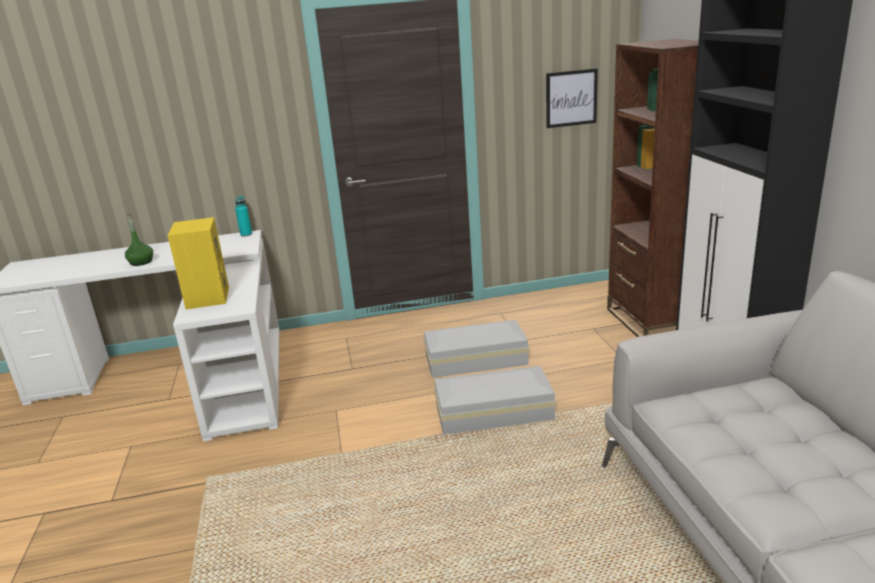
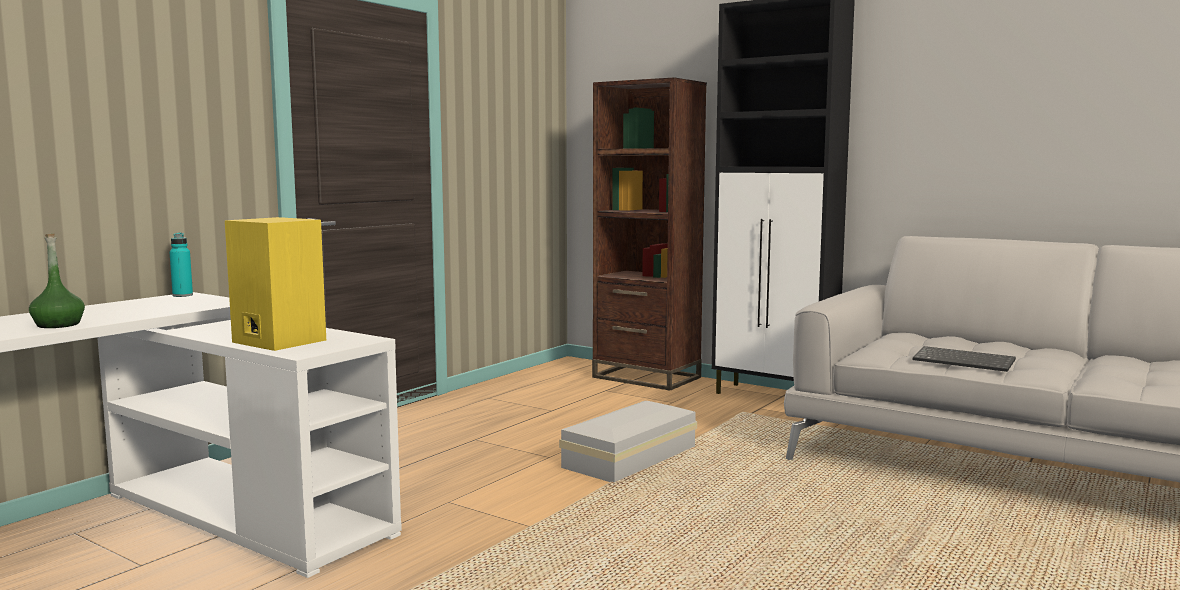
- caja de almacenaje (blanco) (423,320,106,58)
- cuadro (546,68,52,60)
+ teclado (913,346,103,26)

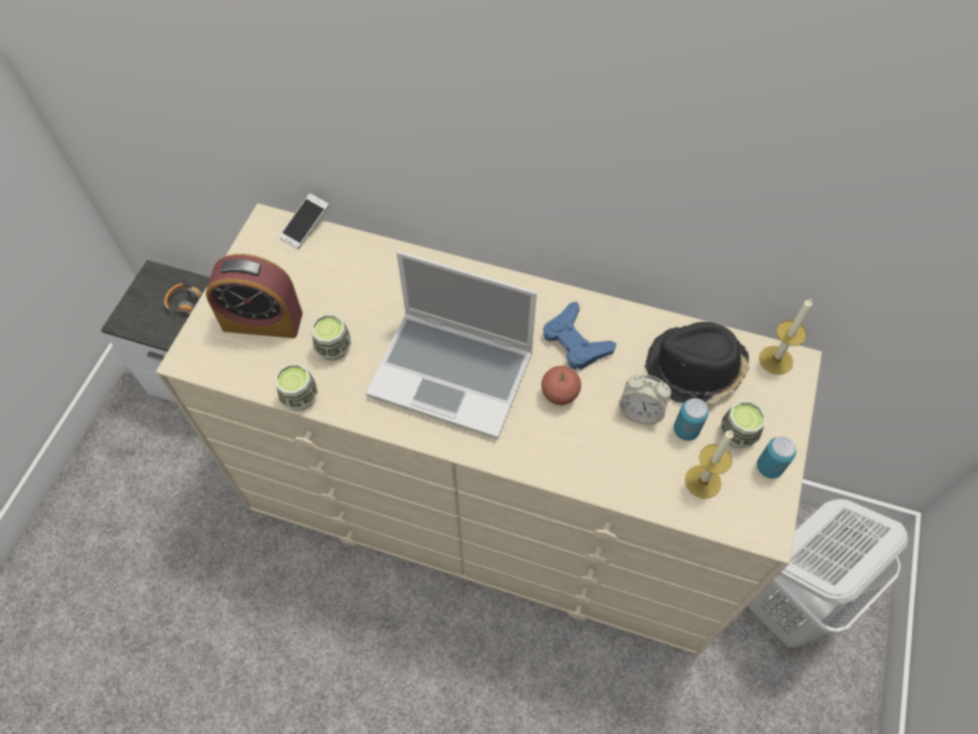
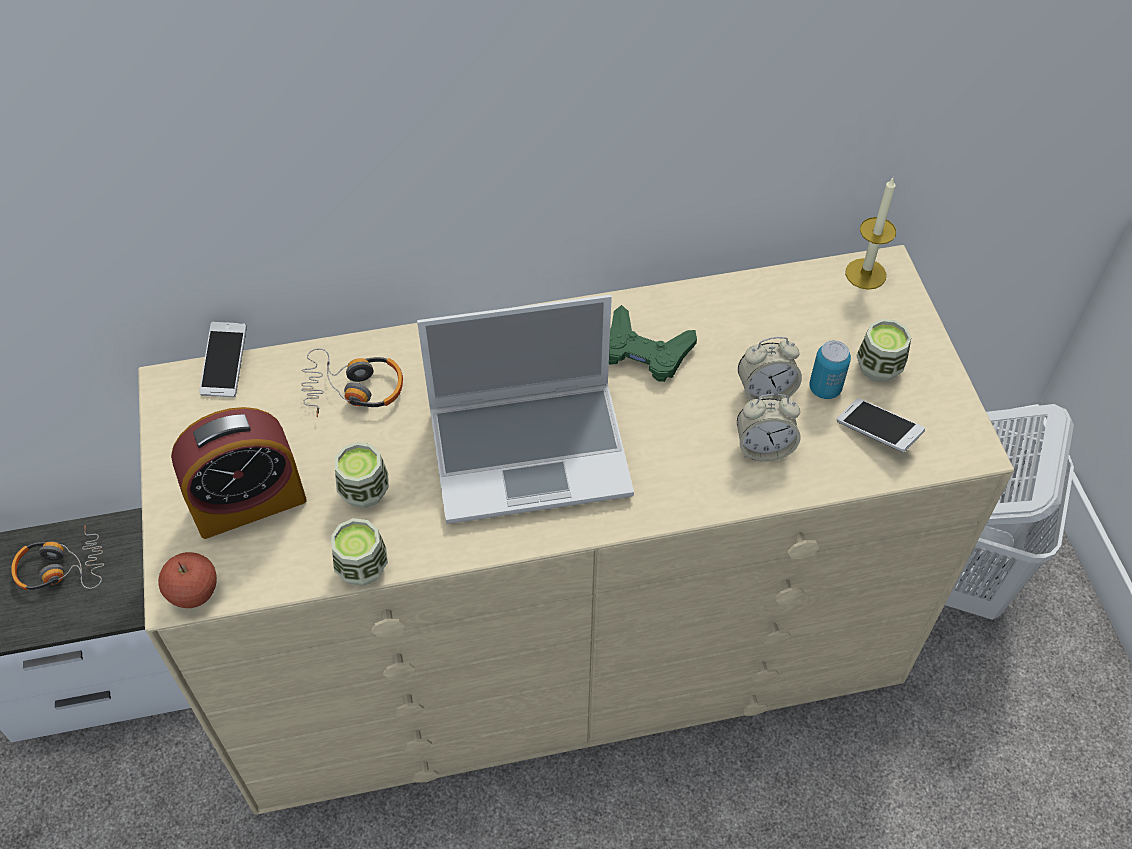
~ manzana (541,366,40,39) to (158,552,59,56)
~ mando de consola (azul) (543,302,74,68) to mando de consola (verde) (609,305,88,77)
- sombrero (negro) (645,322,104,82)
~ vela (685,430,49,69) to móvil (837,398,88,54)
- lata (757,436,39,42)
+ auriculares (301,348,102,69)
+ despertador (737,394,63,68)

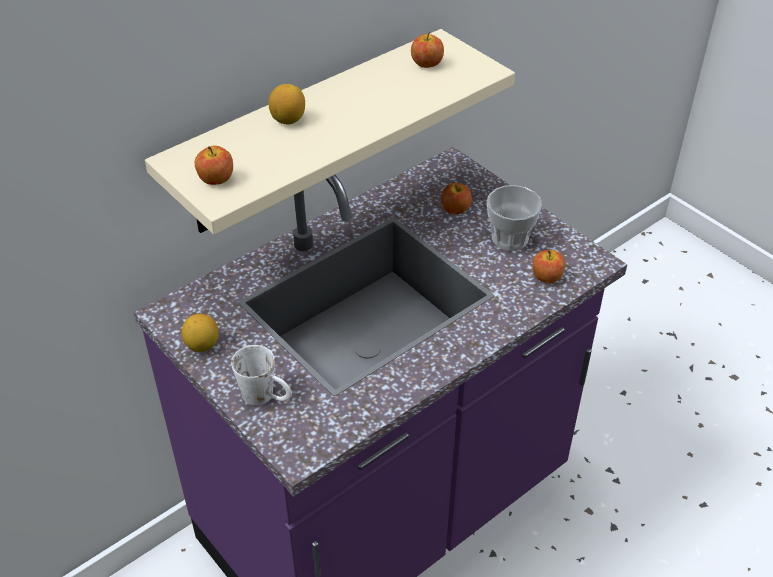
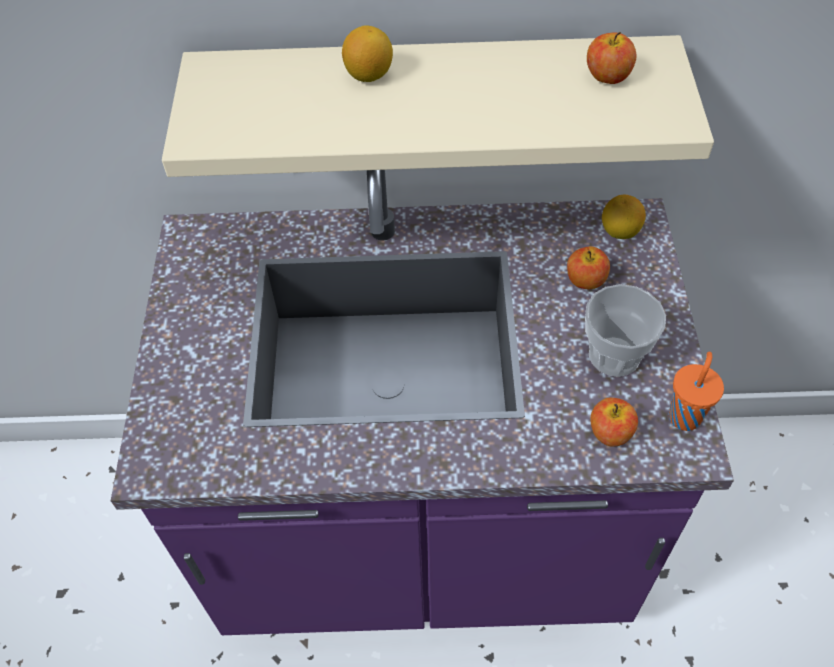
~ limón (182,314,37,38) to (602,195,44,44)
- manzana (195,146,38,39)
- taza grande (blanco) (231,345,61,61)
+ taza (naranja) (669,352,55,79)

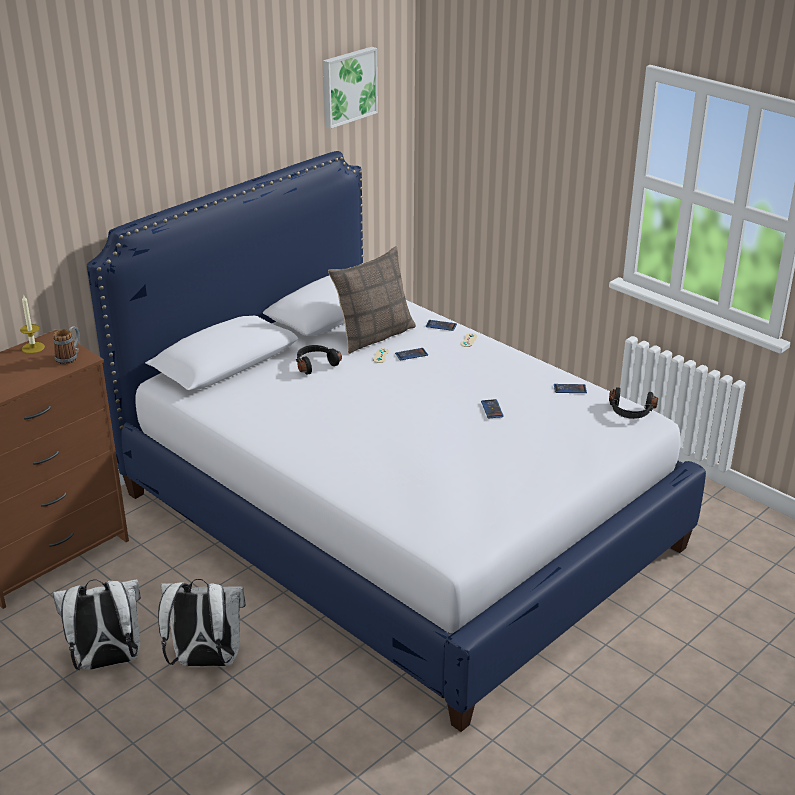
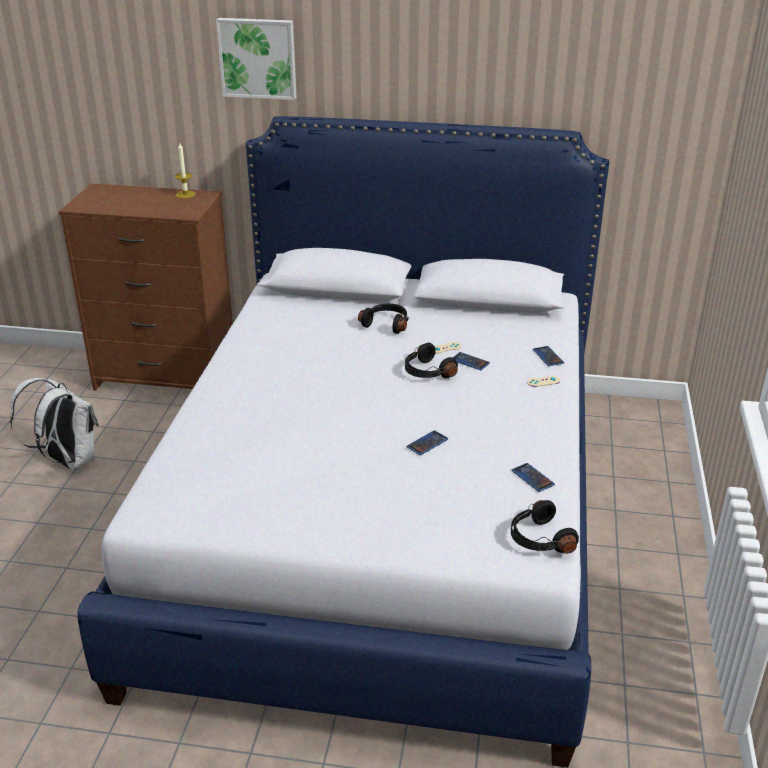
- taza grande (53,326,27,38)
- mochila (blanco) (158,579,88,87)
~ cuadro (323,47,55,82) to (216,18,80,82)
- cojín (328,246,88,108)
+ auriculares (negro) (405,343,53,35)

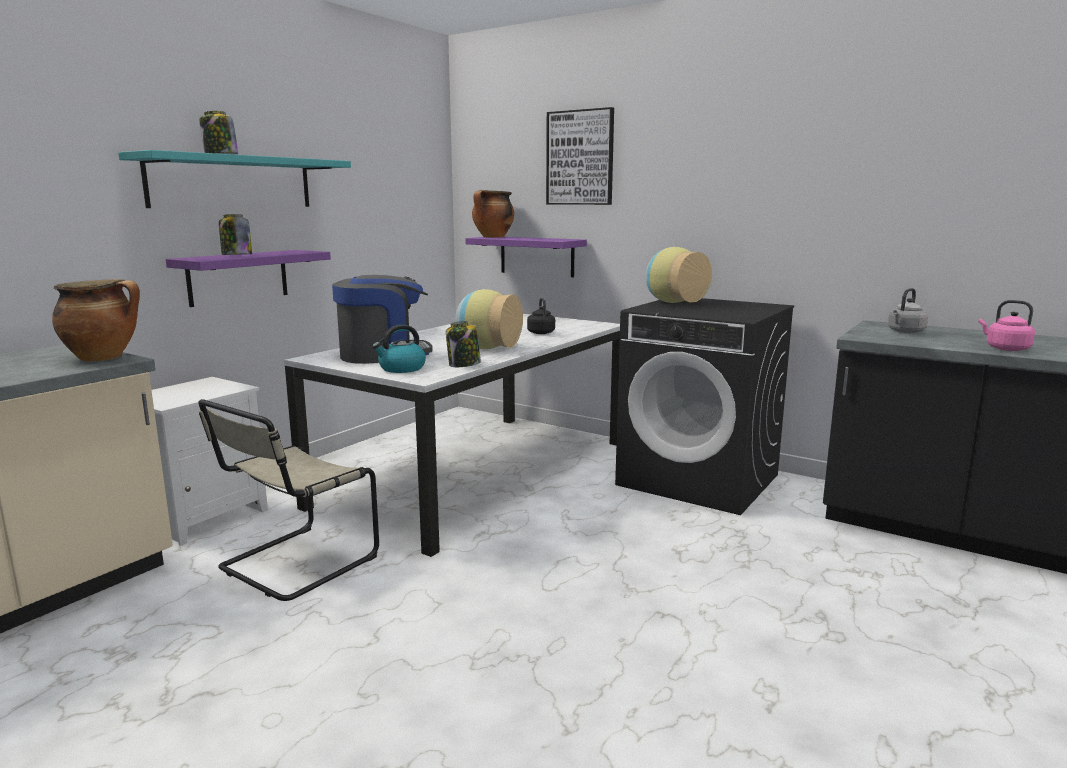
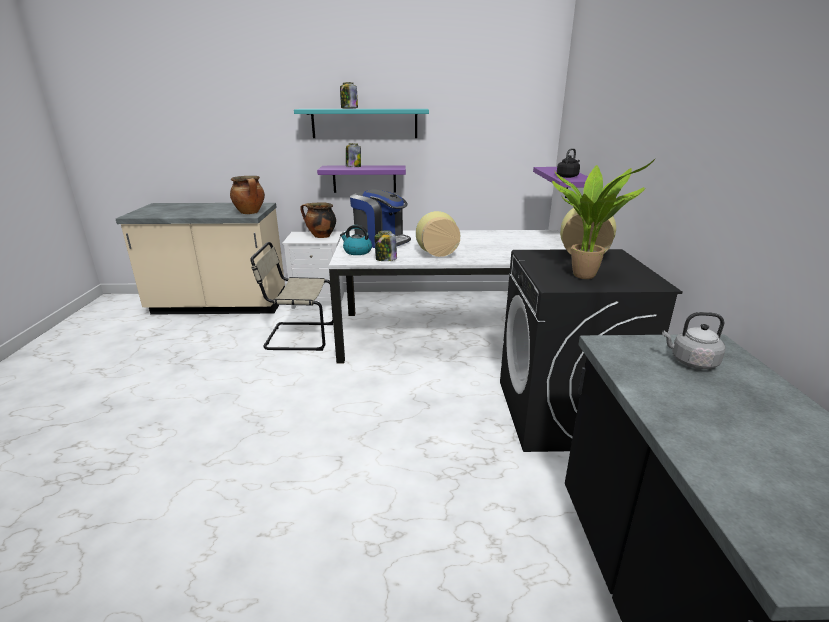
~ olla (472,190,42,48) to (300,202,36,36)
~ hervidor (negro) (527,298,28,36) to (557,148,23,30)
- cuadro (546,107,68,98)
- hervidor (rosa) (979,300,56,51)
+ planta en maceta (552,158,104,121)

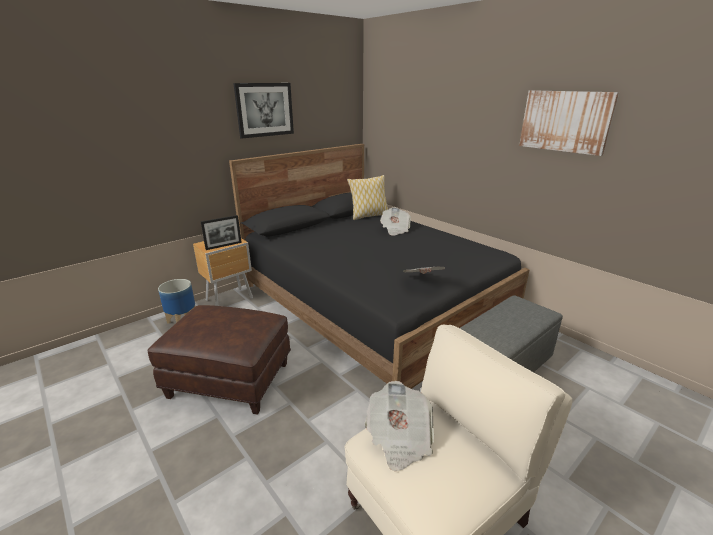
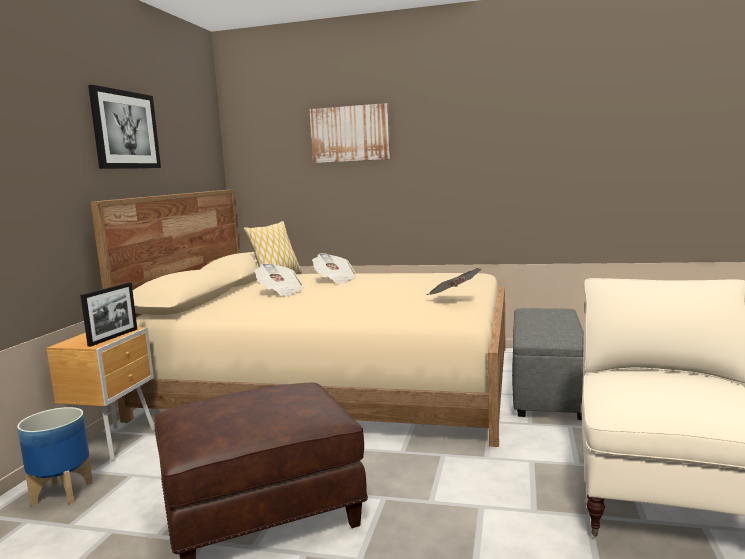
~ cama (negro) (229,144,301,245) to cama (beis) (91,189,414,258)
~ periódico (365,381,69,91) to (254,263,50,34)
~ cuadro (519,90,100,66) to (310,103,81,60)

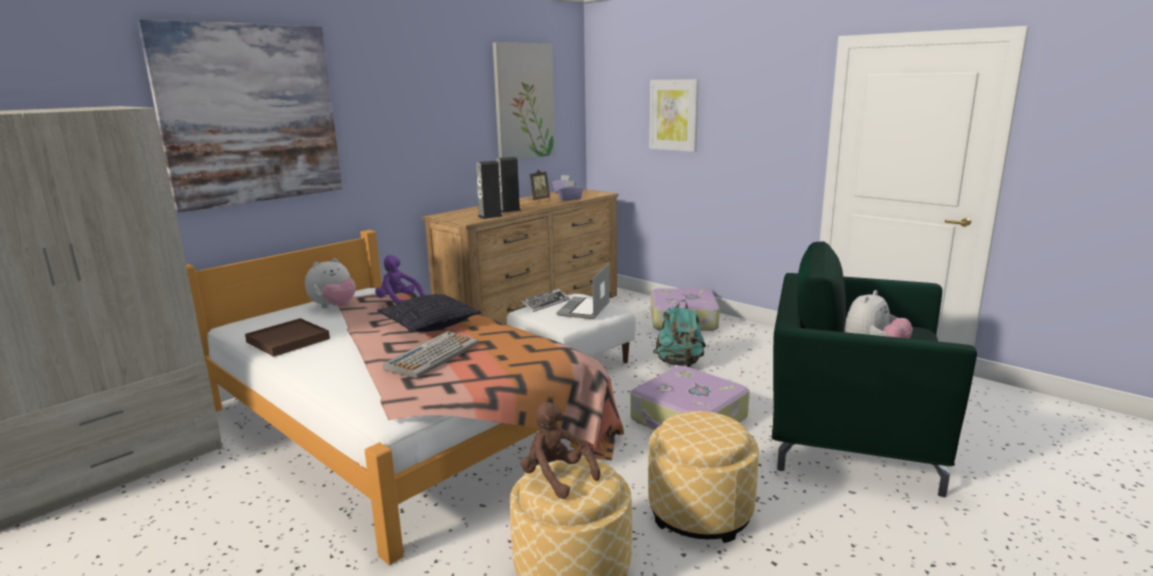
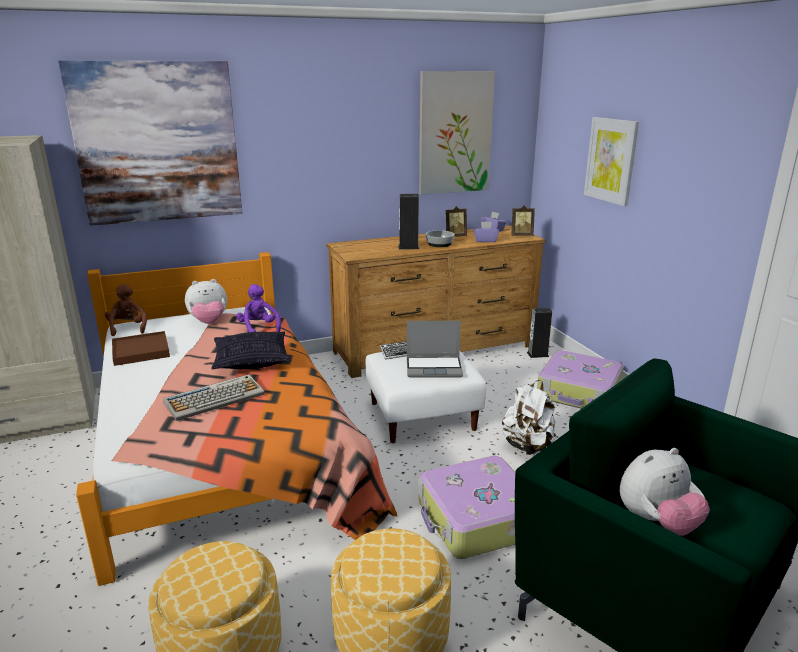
~ altavoz (476,161,27,58) to (527,308,25,50)
~ peluche (marrón) (521,402,79,97) to (105,284,42,52)
~ portátil (556,264,54,55) = (407,321,56,57) 135 degrees counterclockwise
~ mochila (turquesa) (653,300,53,67) to mochila (blanco) (502,380,54,75)
+ cuenco (425,230,30,17)
+ portarretratos (512,205,23,31)

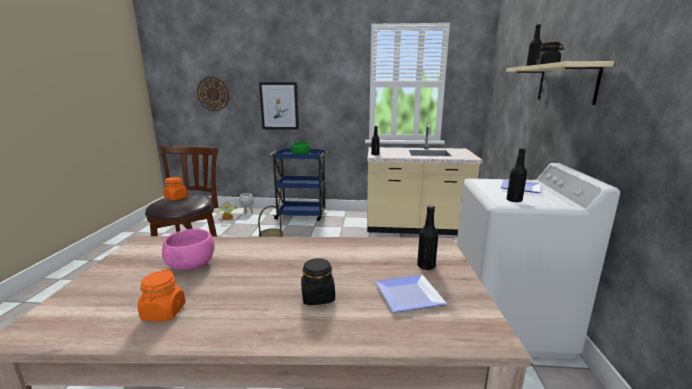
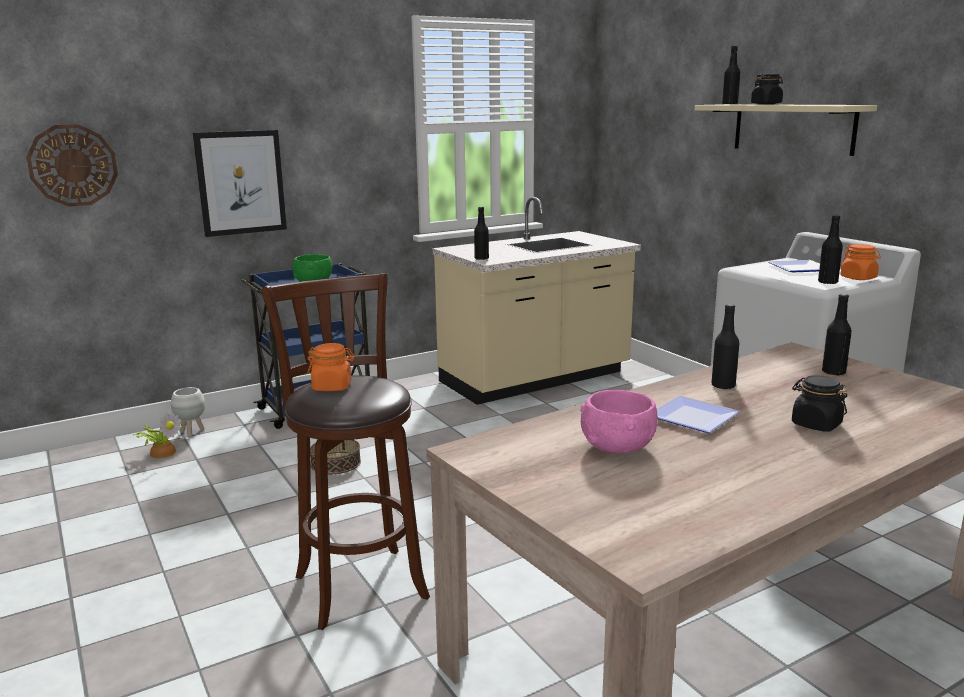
~ tarro (naranja) (138,270,47,51) to (840,244,41,36)
~ plato (375,274,72,39) to (657,396,84,37)
+ botella (negro) (711,304,28,85)

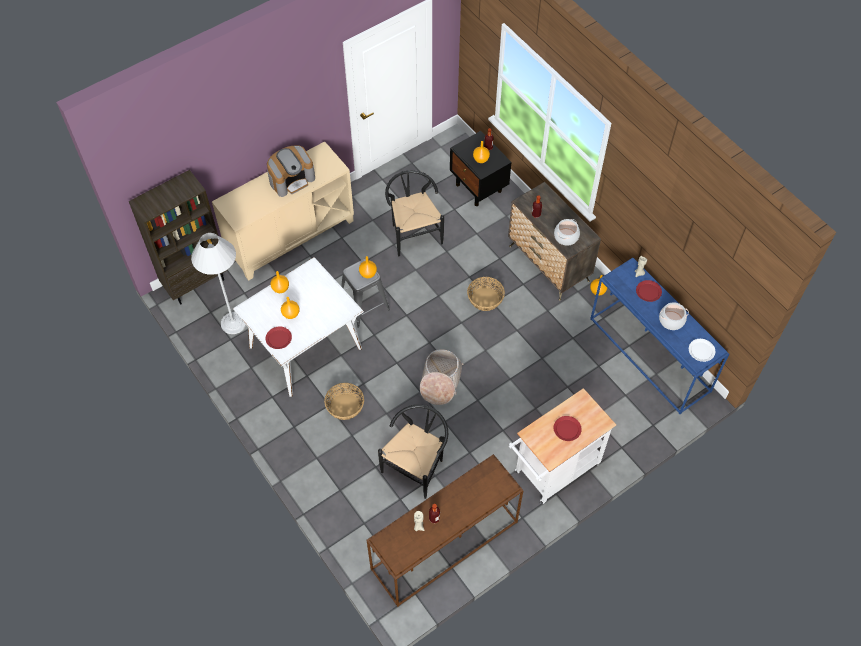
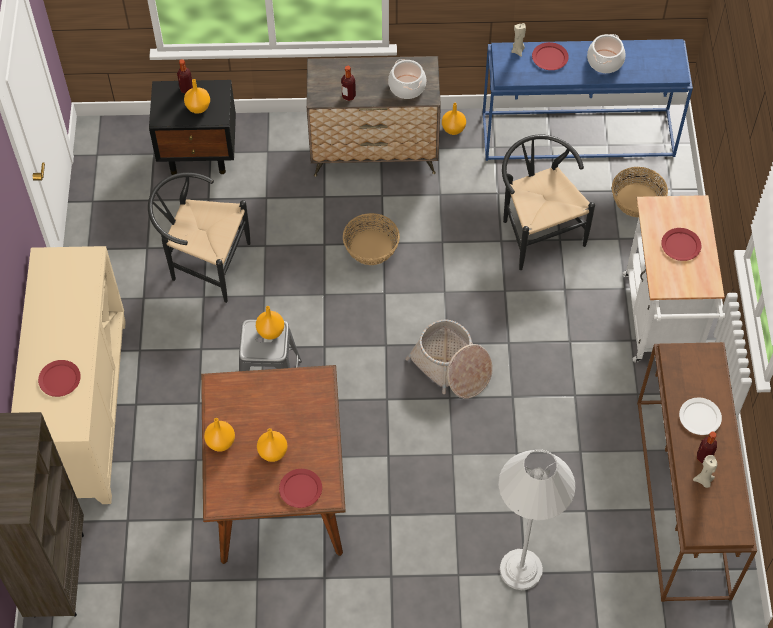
~ lámpara de pie (blanco) (191,233,55,101) to (498,449,78,141)
~ mesa de comedor (blanco) (233,257,131,140) to mesa de comedor (marrón) (201,365,145,199)
- cafetera (267,145,48,52)
~ cesta (324,383,40,37) to (612,167,56,50)
~ silla (negro) (378,404,70,95) to (502,135,93,135)
~ plato (blanco) (689,339,26,23) to (679,398,43,37)
+ plato (rojo) (38,360,43,37)

